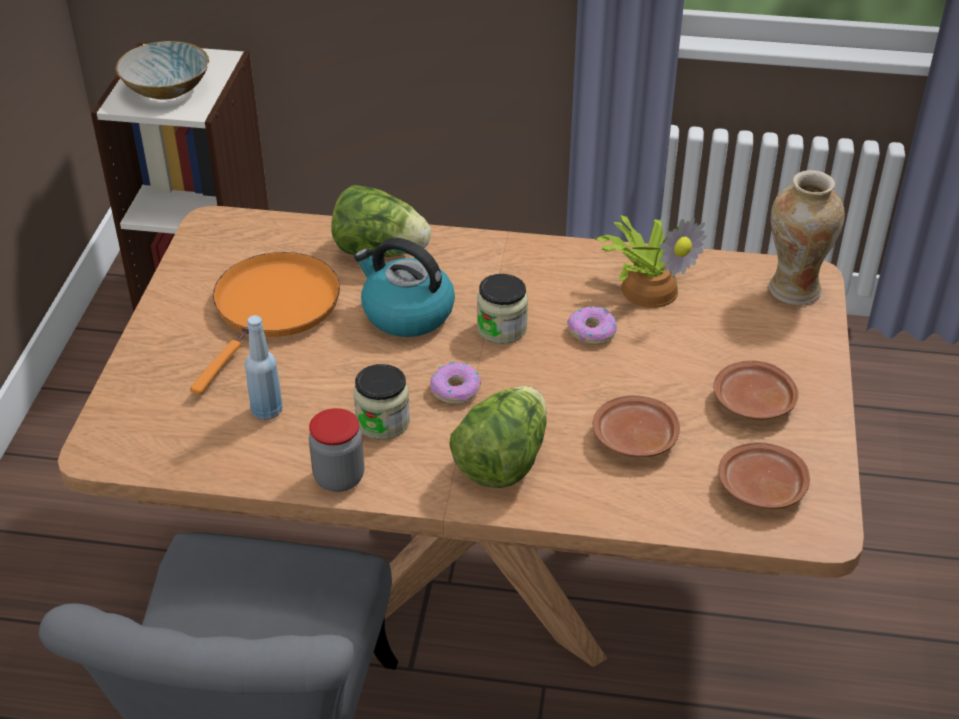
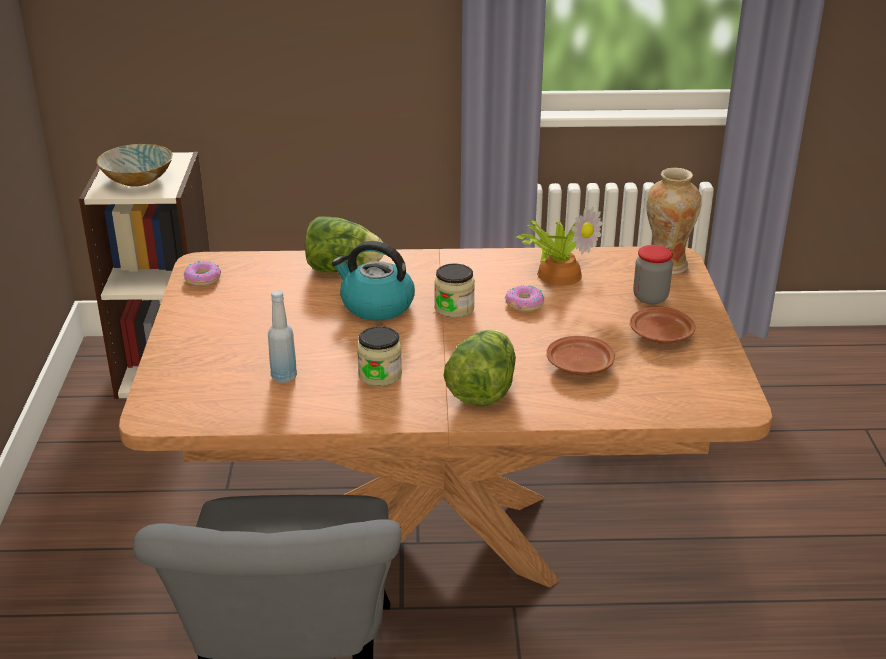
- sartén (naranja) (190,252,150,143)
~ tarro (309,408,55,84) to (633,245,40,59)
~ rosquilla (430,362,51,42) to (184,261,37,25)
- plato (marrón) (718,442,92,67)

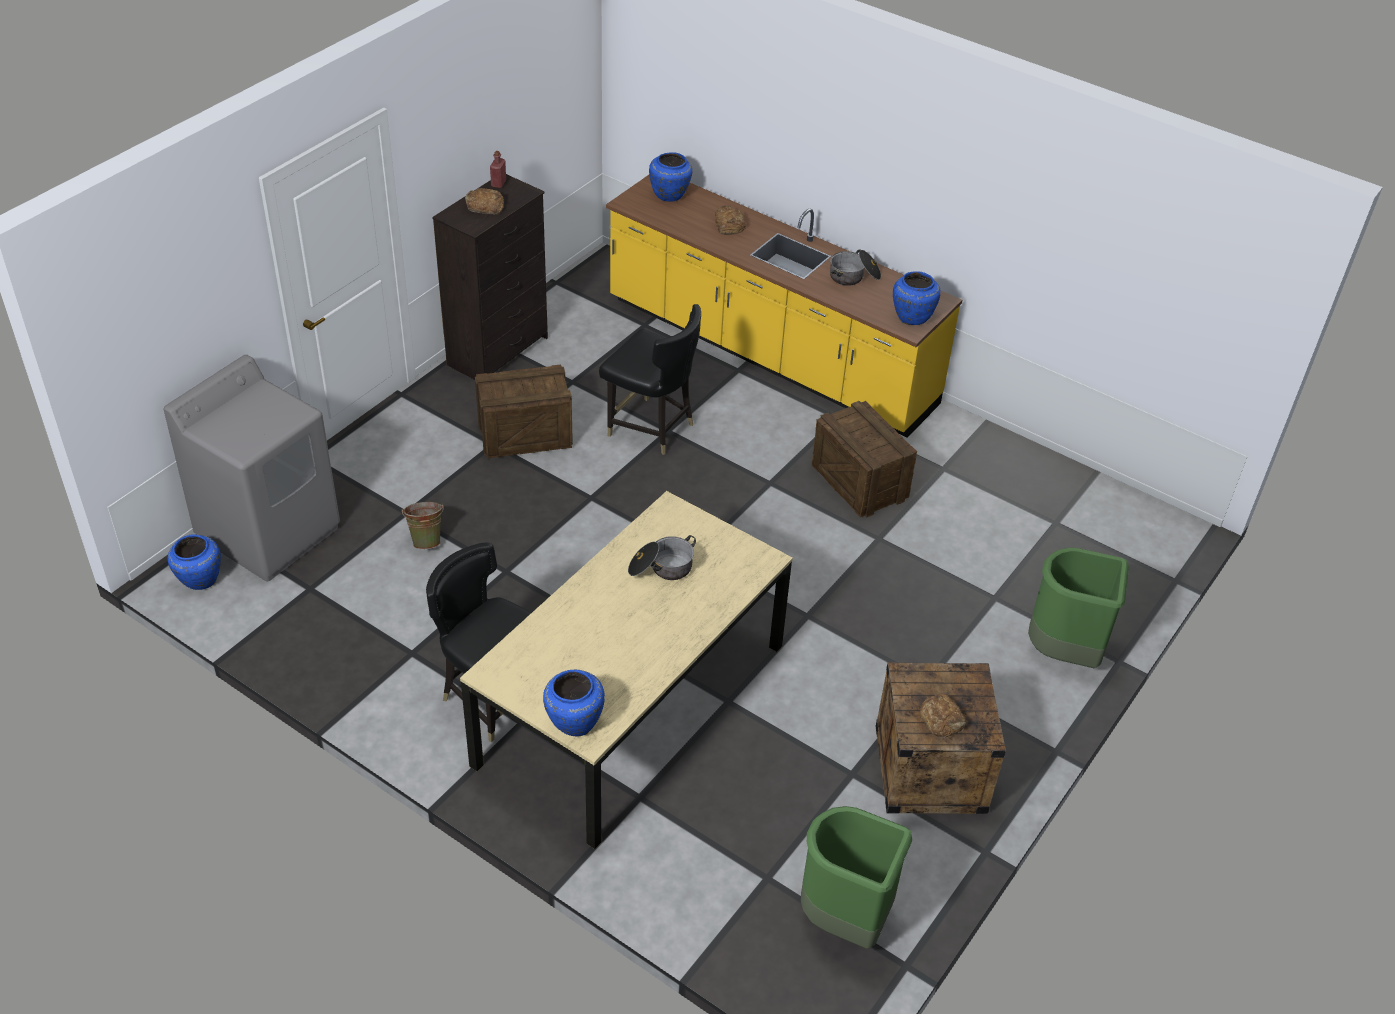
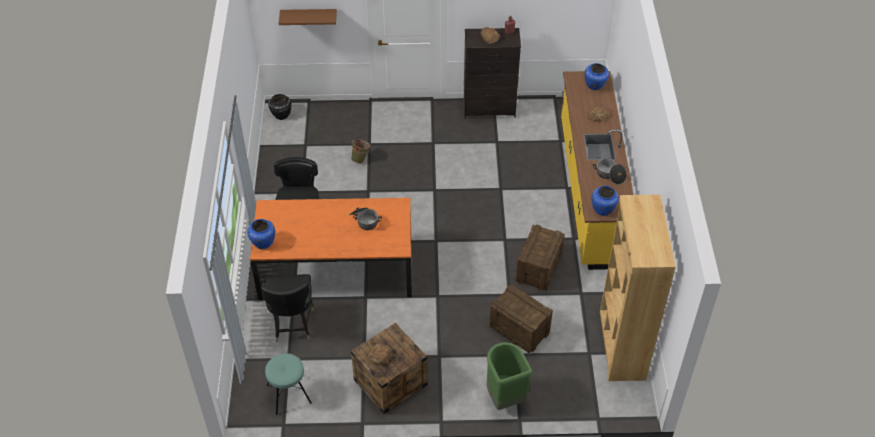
- lavadora (gris) (164,355,176,227)
~ florero (azul) (167,534,54,56) to florero (negro) (268,94,23,26)
~ mesa de comedor (beis) (460,491,333,358) to mesa de comedor (naranja) (250,198,162,102)
~ caja de embalaje (475,364,98,95) to (489,285,64,69)
~ silla (negro) (599,304,102,151) to (261,274,53,68)
~ papelera (verde) (801,806,111,143) to taburete (turquesa) (265,353,47,62)
+ estante (marrón) (279,9,58,16)
+ estantería (marrón) (600,194,76,187)

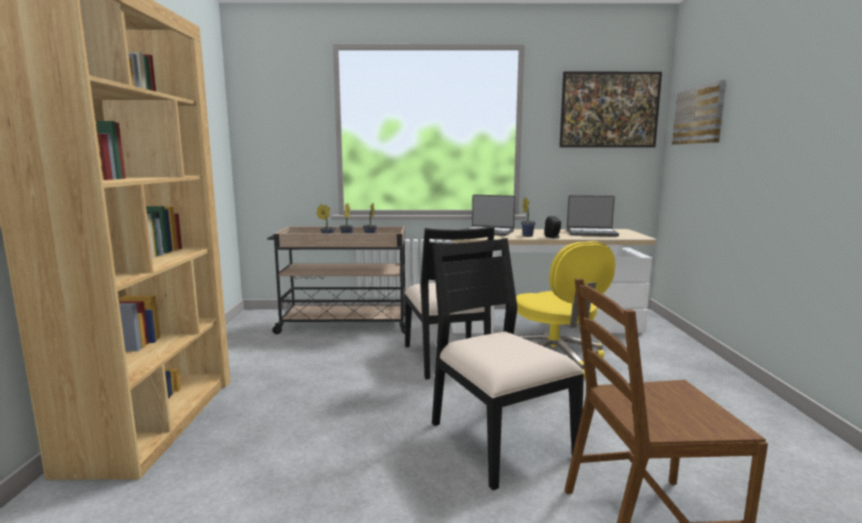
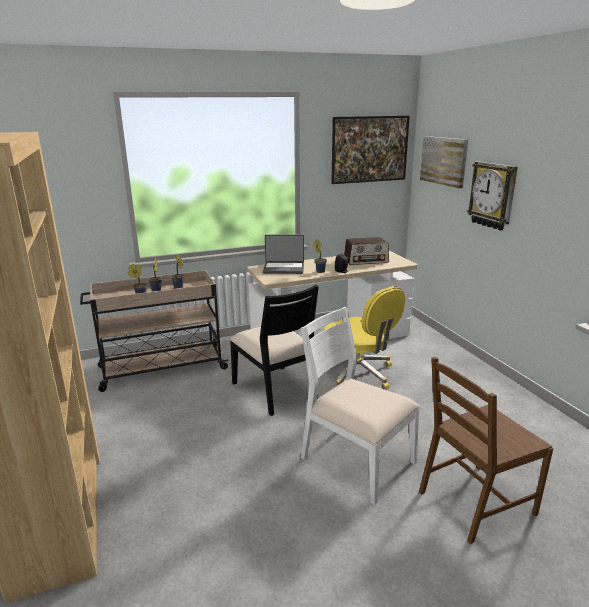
~ silla (negro) (432,238,152,252) to silla (blanco) (301,307,119,198)
~ portátil (567,195,52,42) to radio (344,237,45,28)
+ reloj de pared (467,161,51,70)

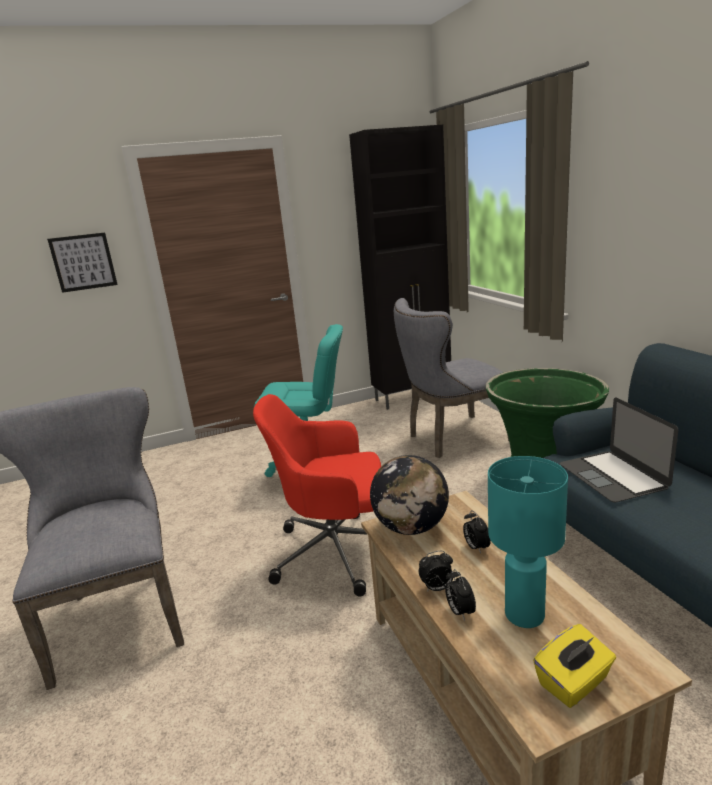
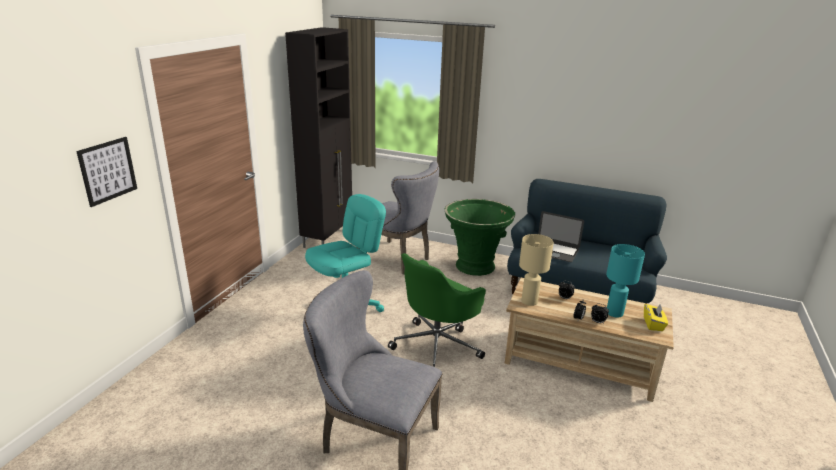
~ silla de oficina (rojo) (253,394,128,202) to silla de oficina (verde) (388,253,98,114)
~ globo terráqueo (370,455,79,80) to lámpara de mesa (beis) (519,234,35,72)
~ silla (gris) (394,298,115,160) = (356,161,83,114) 75 degrees counterclockwise

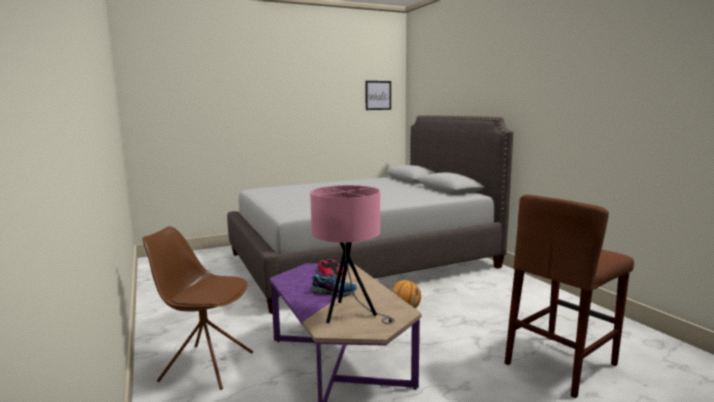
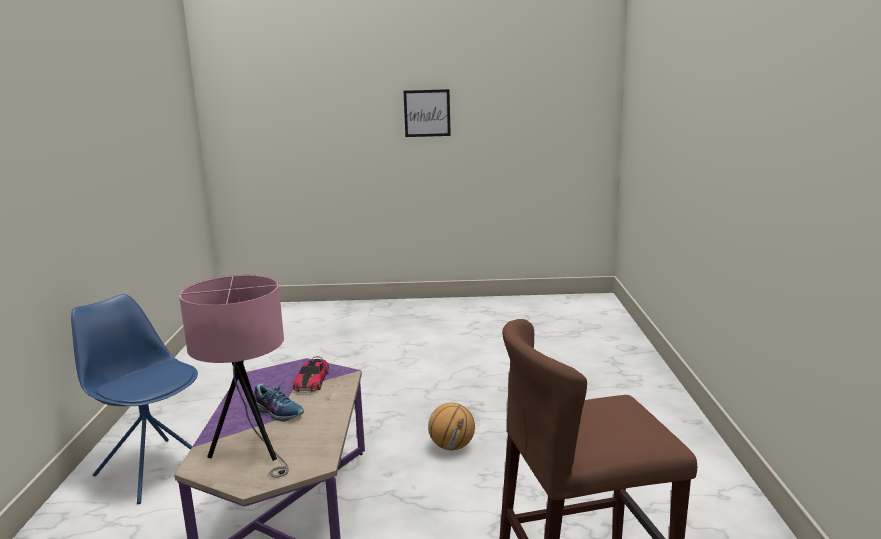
~ silla (marrón) (142,226,111,164) to silla (azul) (71,294,127,210)
- cama (gris) (227,115,286,199)
~ cuadro (365,81,26,29) to (403,89,48,48)

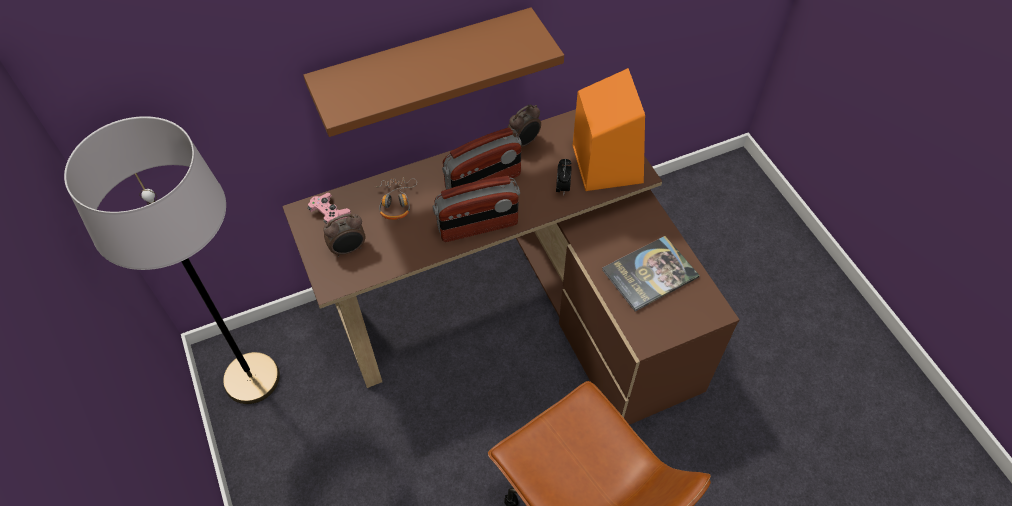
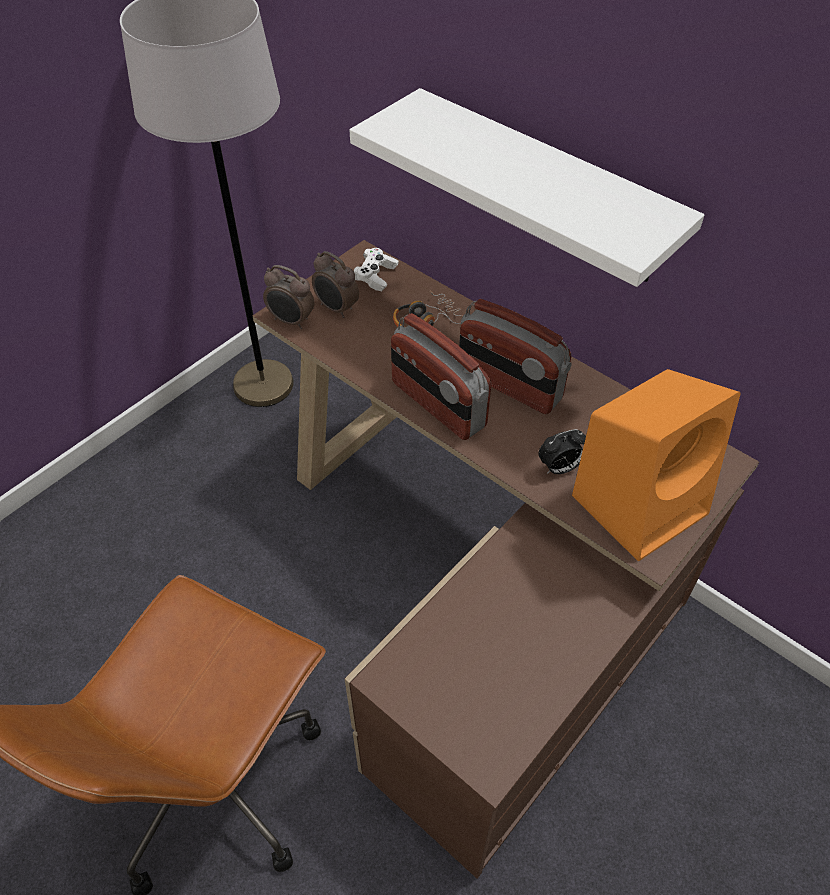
~ estante (marrón) (303,7,261,130) to estante (blanco) (349,88,356,199)
~ mando de consola (rosa) (307,193,44,31) to mando de consola (blanco) (354,248,45,43)
~ despertador (507,104,34,43) to (263,265,51,64)
- libro (602,236,98,76)

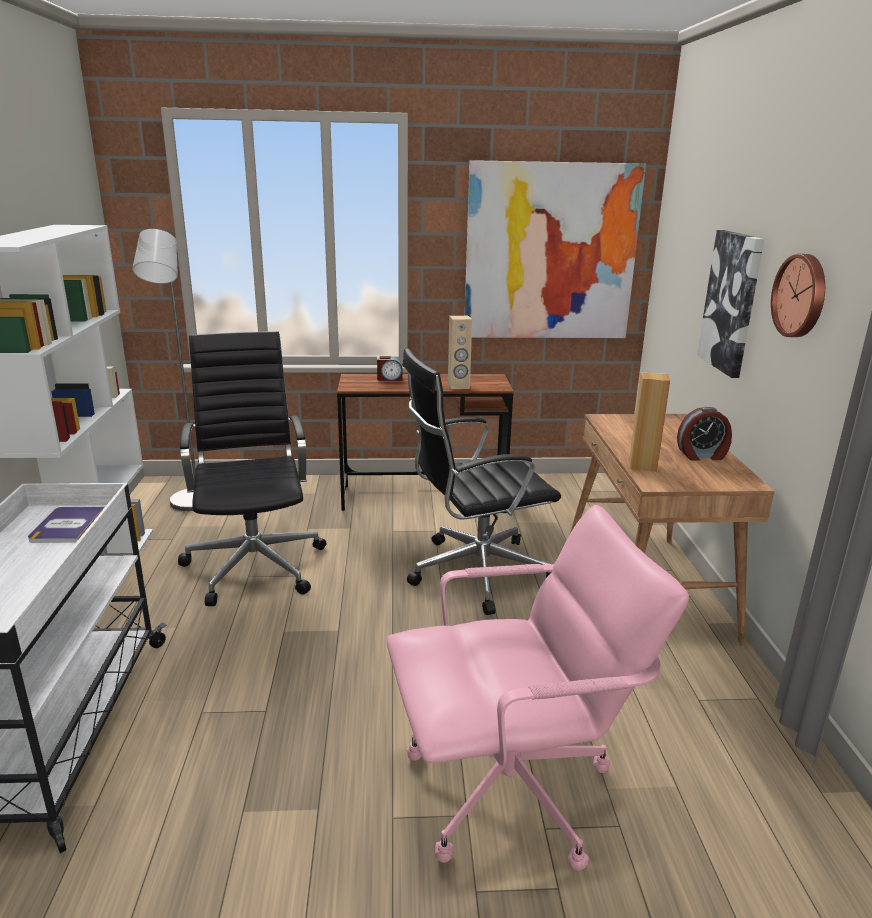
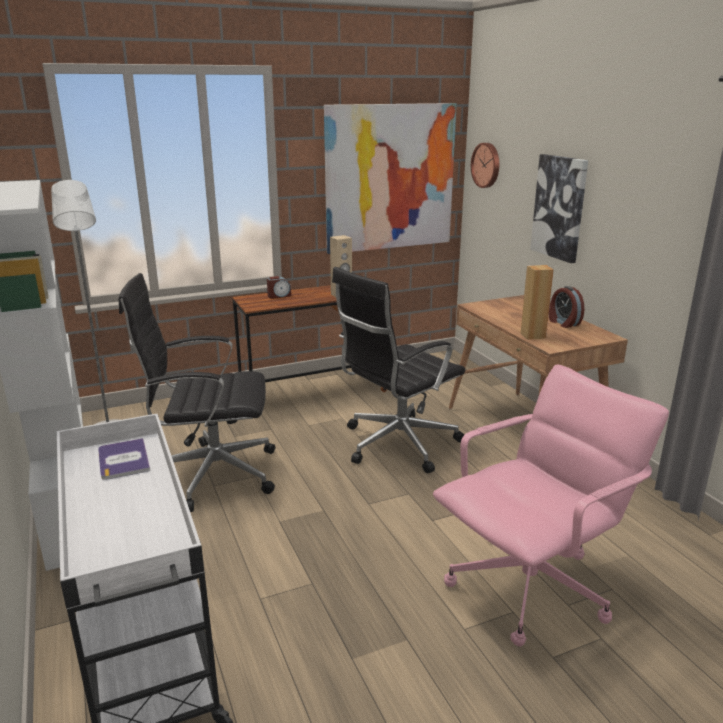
~ silla de oficina (negro) (178,331,148,275) = (119,273,156,239) 60 degrees counterclockwise
~ despertador (677,407,55,54) = (549,286,36,42) 90 degrees clockwise
~ reloj de pared (771,254,54,83) to (471,143,28,45)

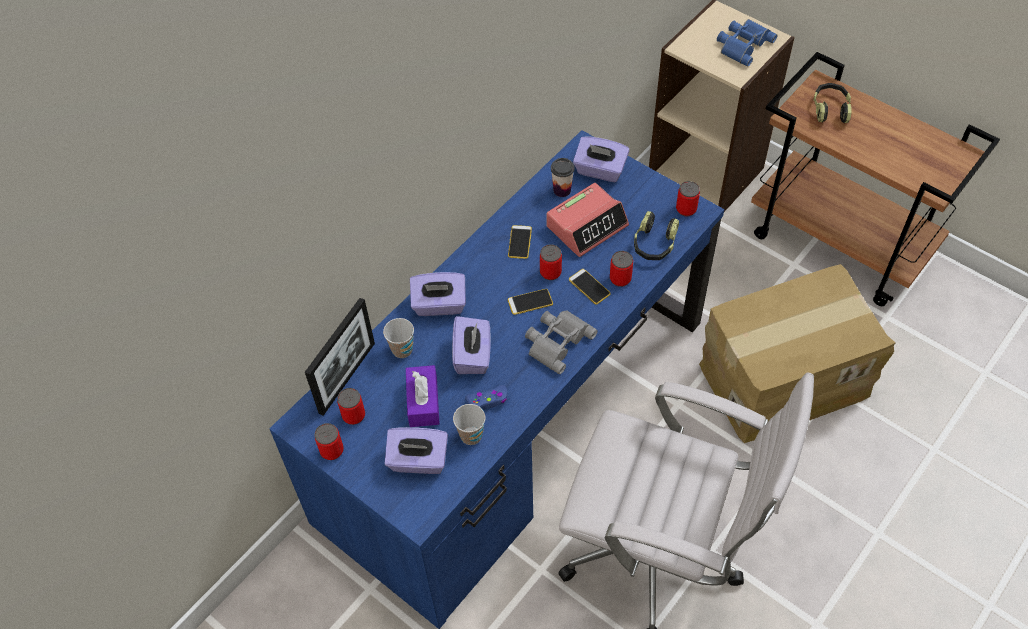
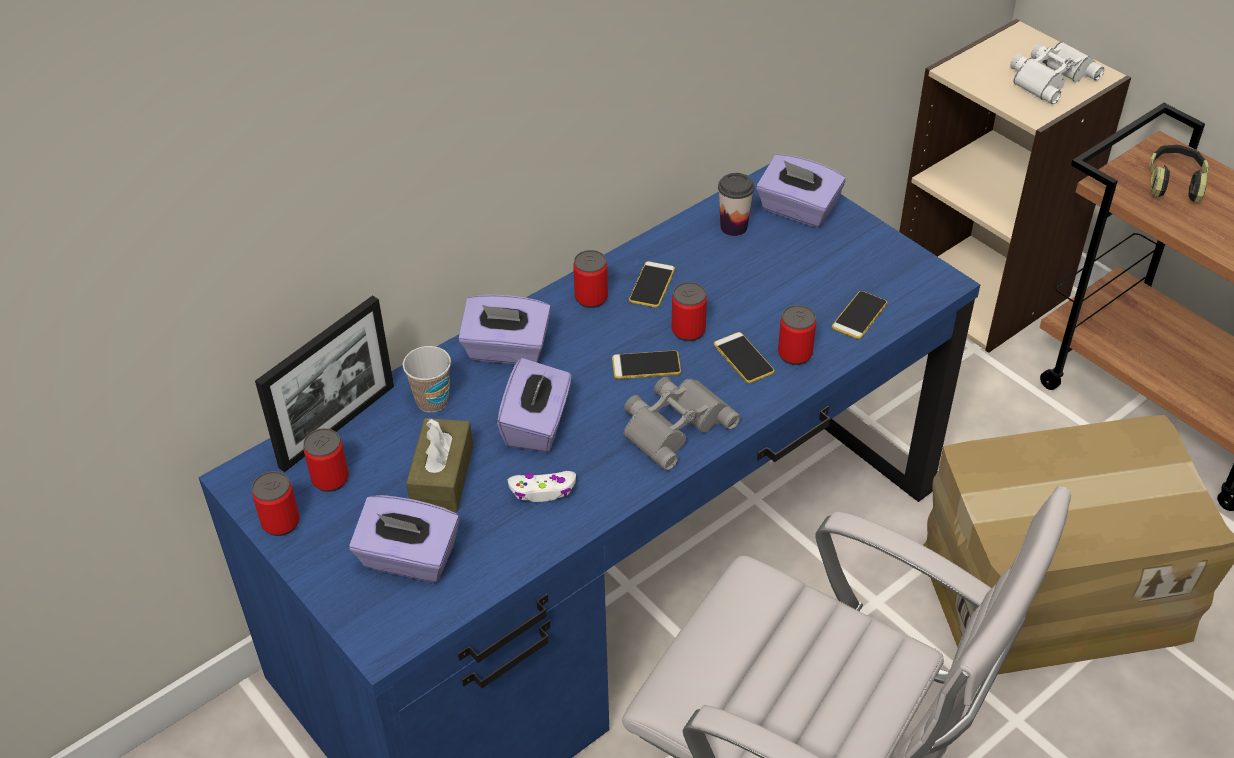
~ caja de pañuelos (morado) (406,365,34,62) to caja de pañuelos (marrón) (406,418,67,94)
- taza (453,404,33,41)
~ mando de consola (azul) (465,385,43,25) to mando de consola (blanco) (508,471,68,31)
- despertador (546,183,83,74)
~ auriculares (634,211,45,49) to móvil (832,291,55,48)
~ lata (676,181,24,35) to (573,250,35,58)
~ prismáticos (azul) (717,19,60,48) to prismáticos (blanco) (1010,42,94,62)

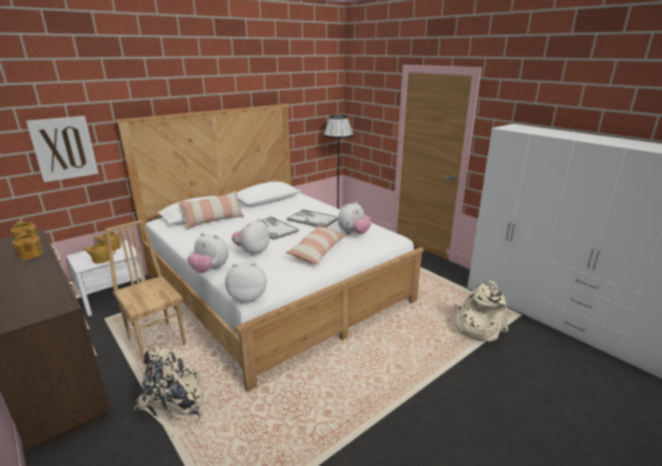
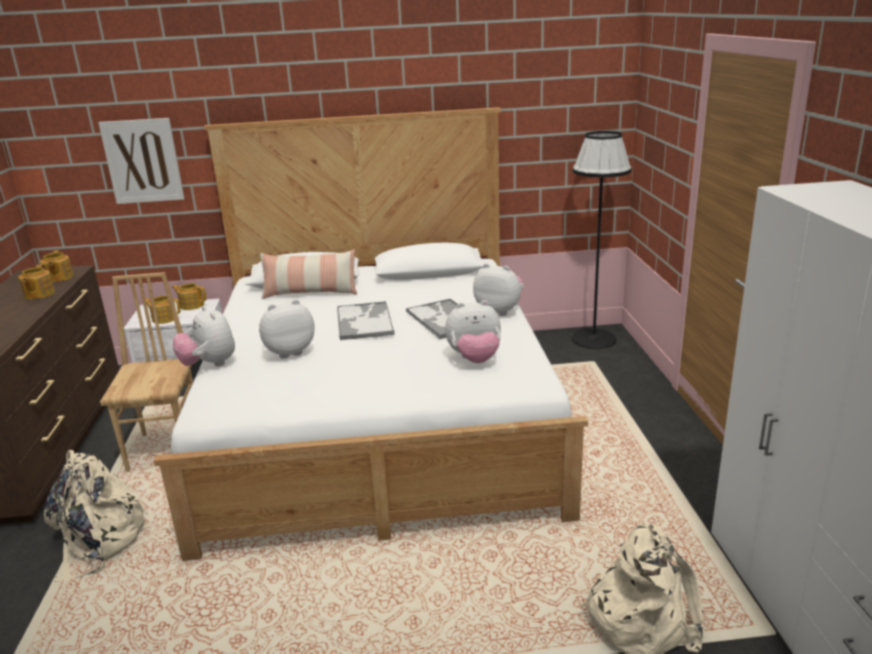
~ peluche (225,262,42,41) to (473,263,51,53)
- cojín (286,225,60,40)

